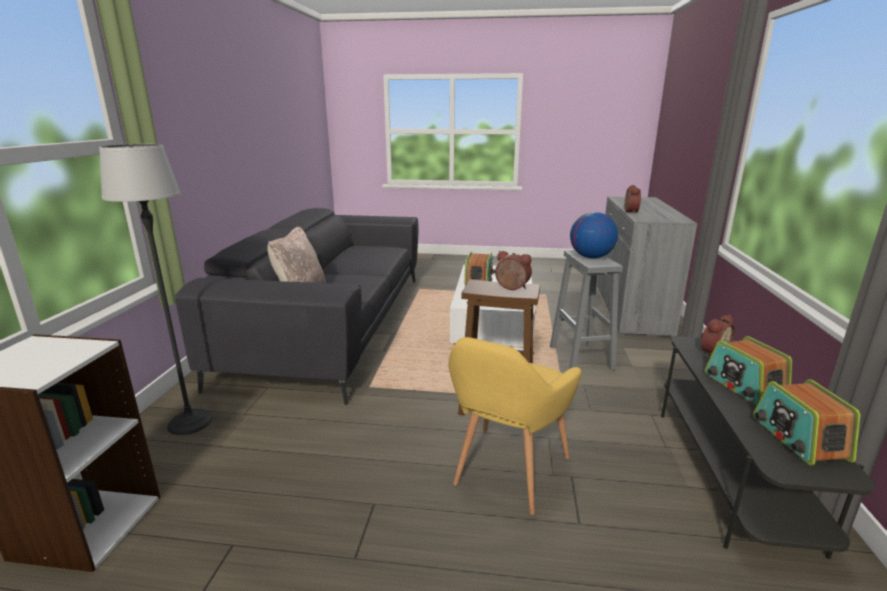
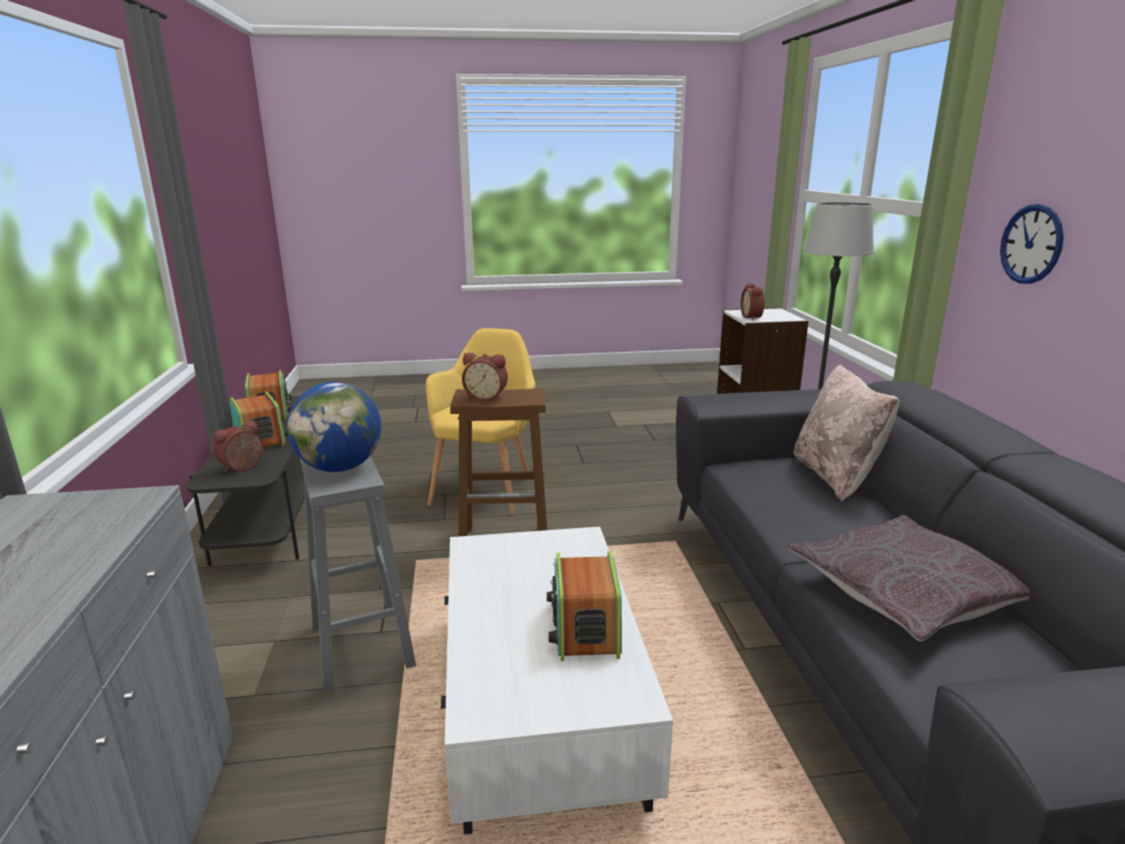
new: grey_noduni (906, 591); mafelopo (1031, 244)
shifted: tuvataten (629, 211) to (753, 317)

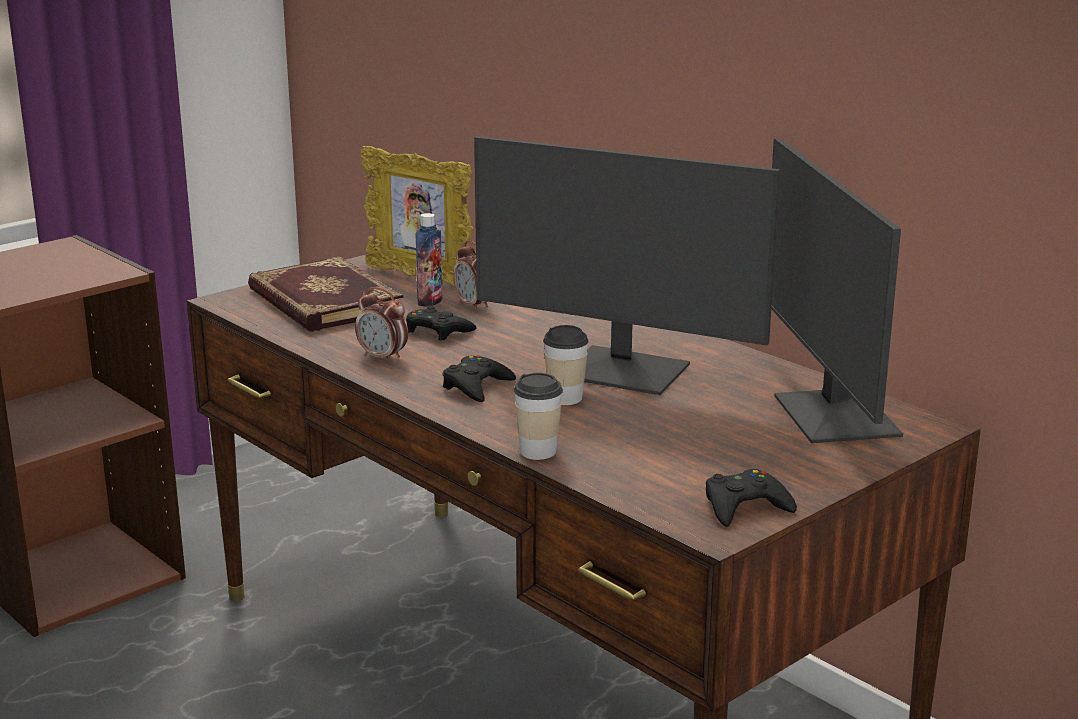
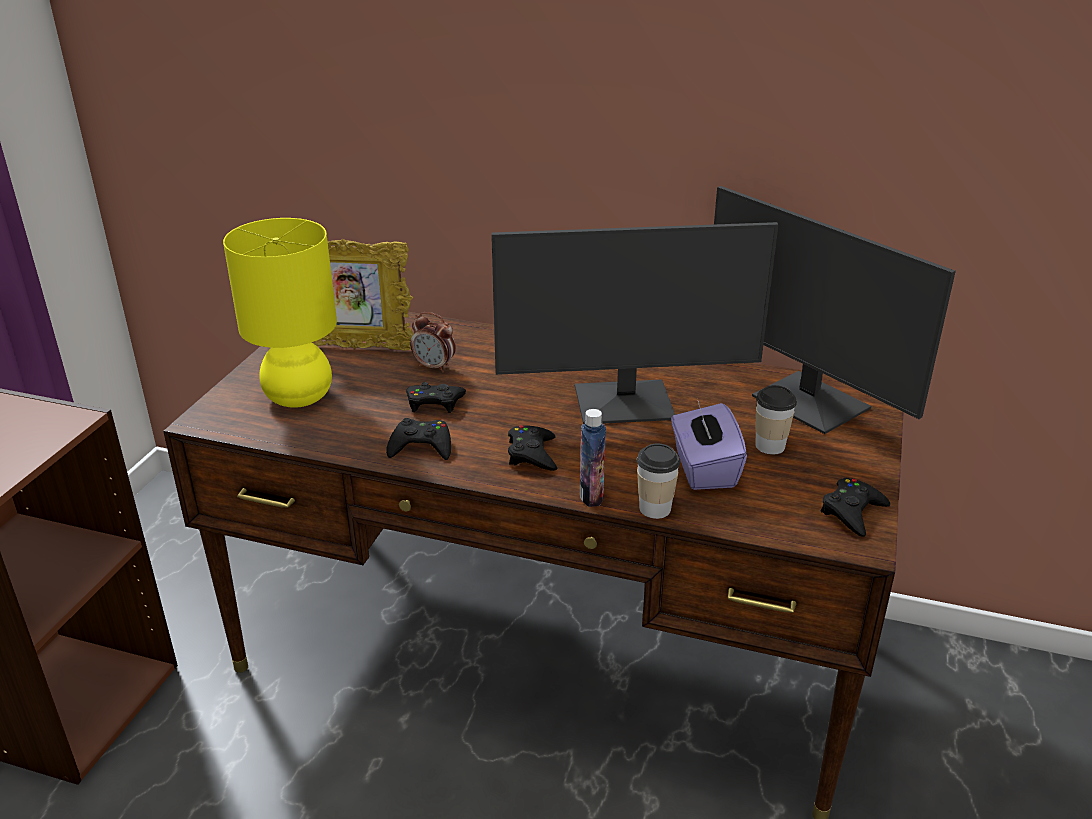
new: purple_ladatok (703, 469)
shifted: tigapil (430, 301) to (591, 496); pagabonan (565, 398) to (770, 446)
swapped: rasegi (322, 302) to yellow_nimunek (297, 397); tuvataten (383, 358) to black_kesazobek (421, 446)

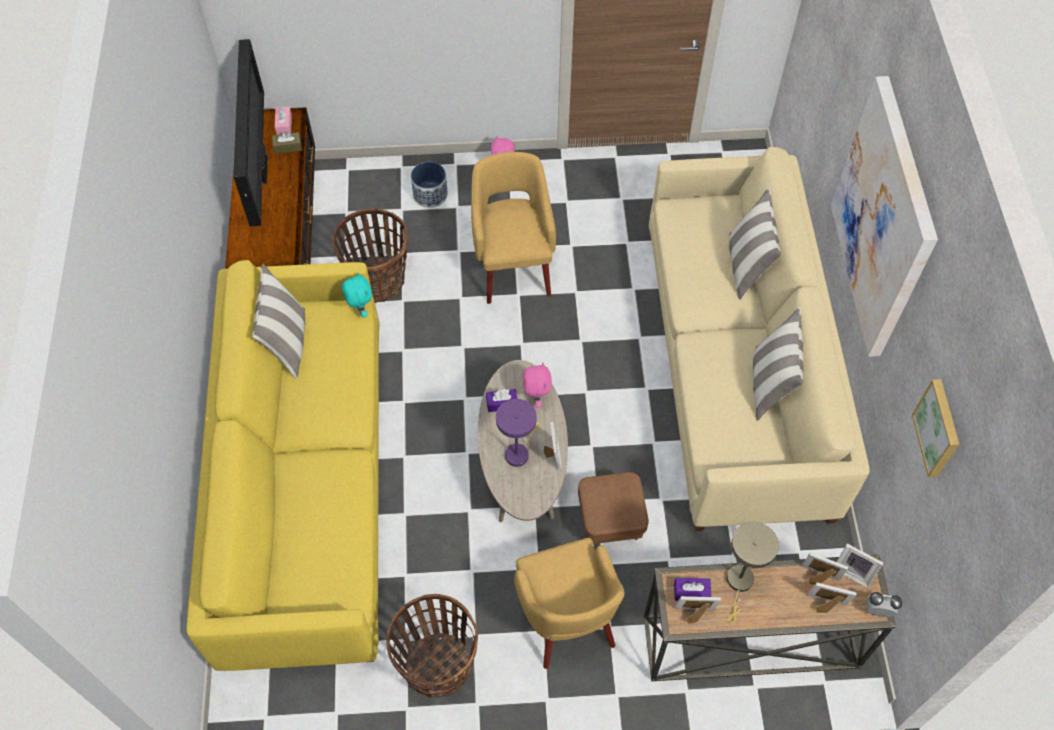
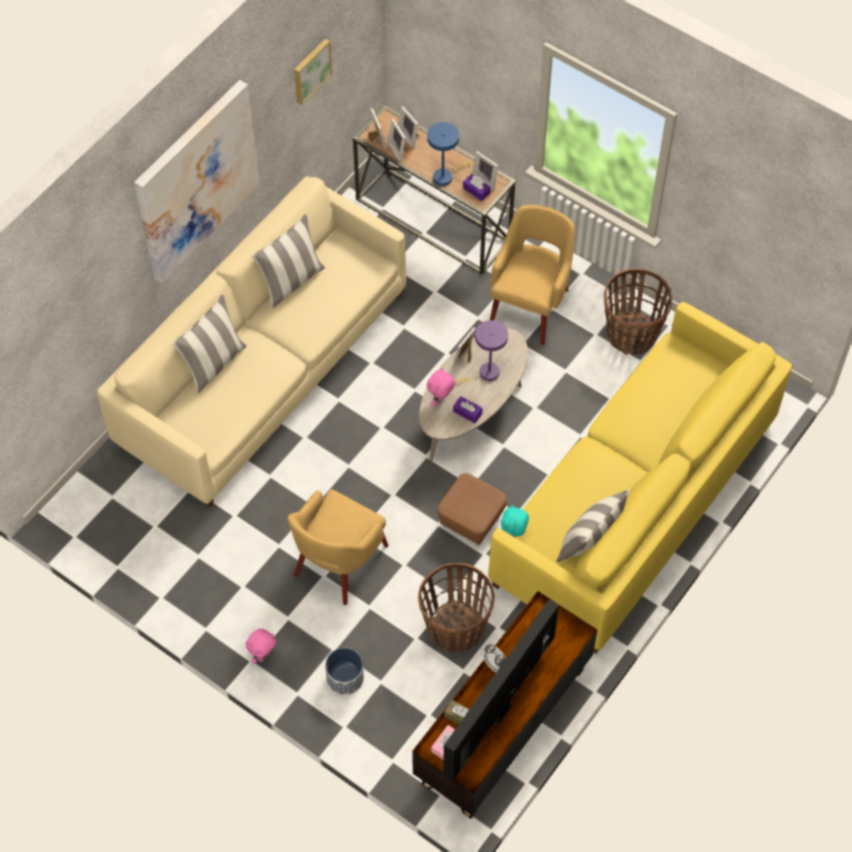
shifted: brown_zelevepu (610, 519) to (471, 520); tuvataten (878, 611) to (494, 664)
repainted: beige_nimunek (739, 584) to blue_nimunek (445, 176)

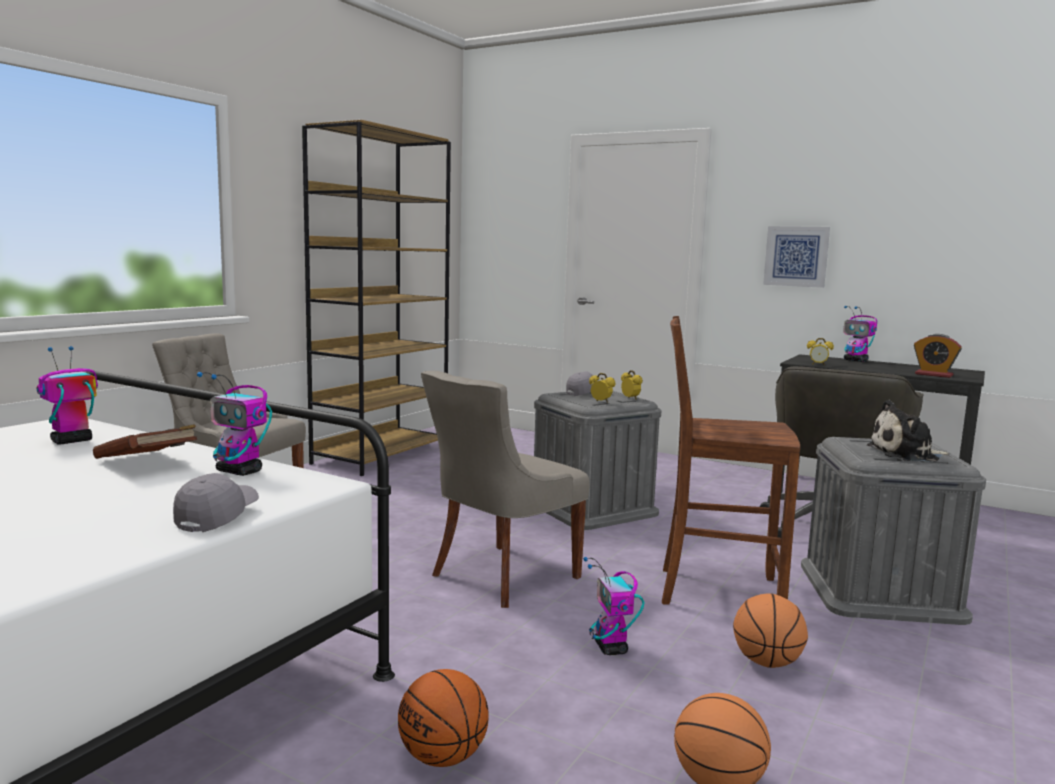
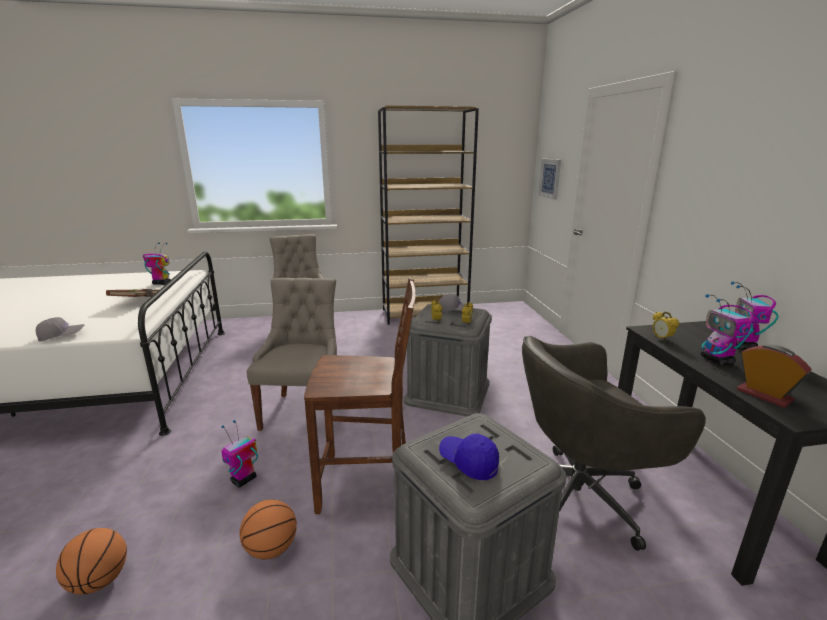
gone: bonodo (443, 757)
shifted: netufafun (240, 471) to (717, 361); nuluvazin (796, 256) to (550, 178)
swapped: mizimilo (906, 454) to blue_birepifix (468, 462)
rotated: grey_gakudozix (501, 576) = (304, 411) 90 degrees clockwise; brown_gakudozix (716, 591) = (367, 487) 120 degrees clockwise; tuvataten (933, 375) = (764, 395) 150 degrees clockwise

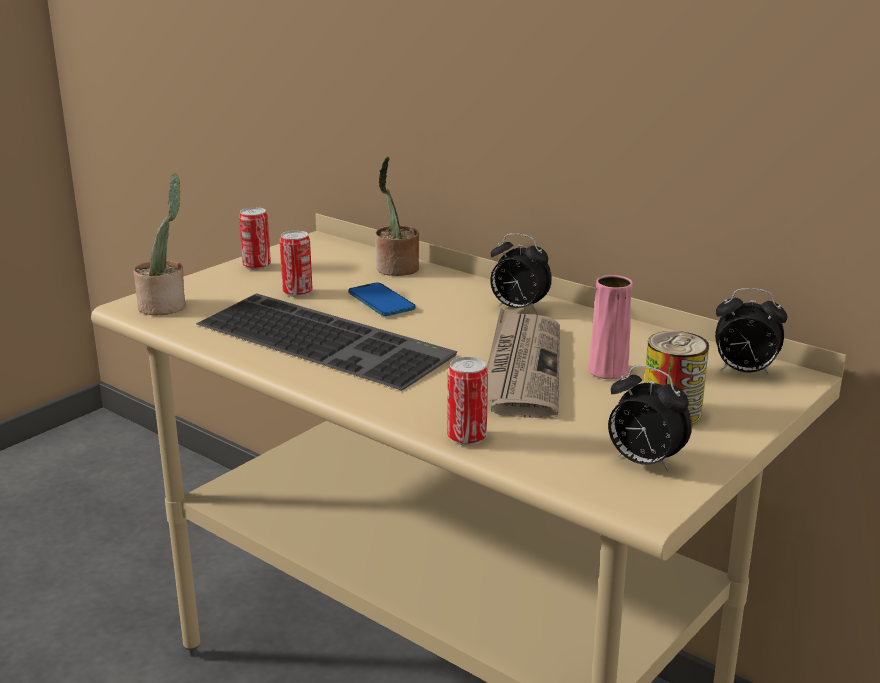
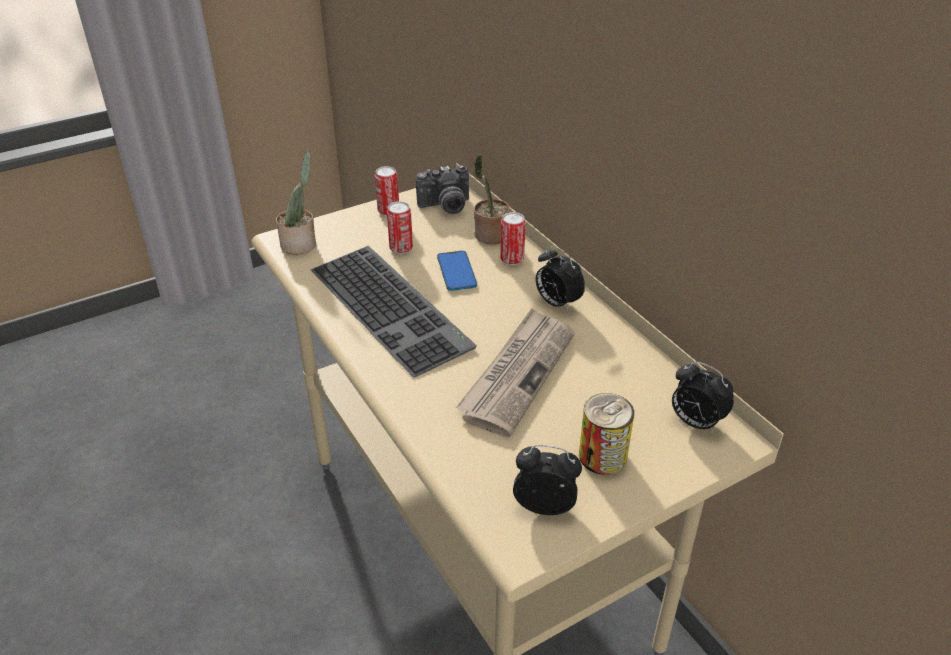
gone: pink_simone (608, 371)
new: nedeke (445, 207)
shifted: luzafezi (467, 437) to (512, 259)
rotated: tuvataten (643, 462) = (545, 505) 135 degrees clockwise

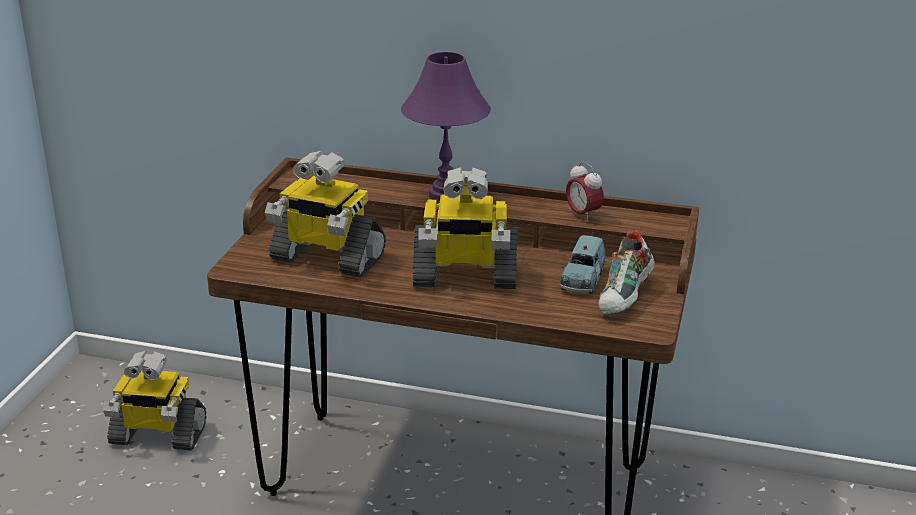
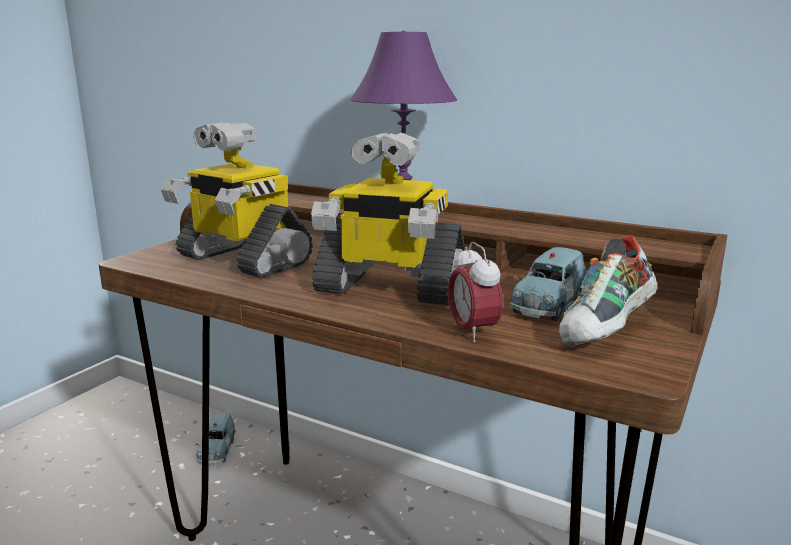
gone: netufafun (157, 435)
new: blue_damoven (216, 451)
shifted: tuvataten (583, 215) to (472, 332)

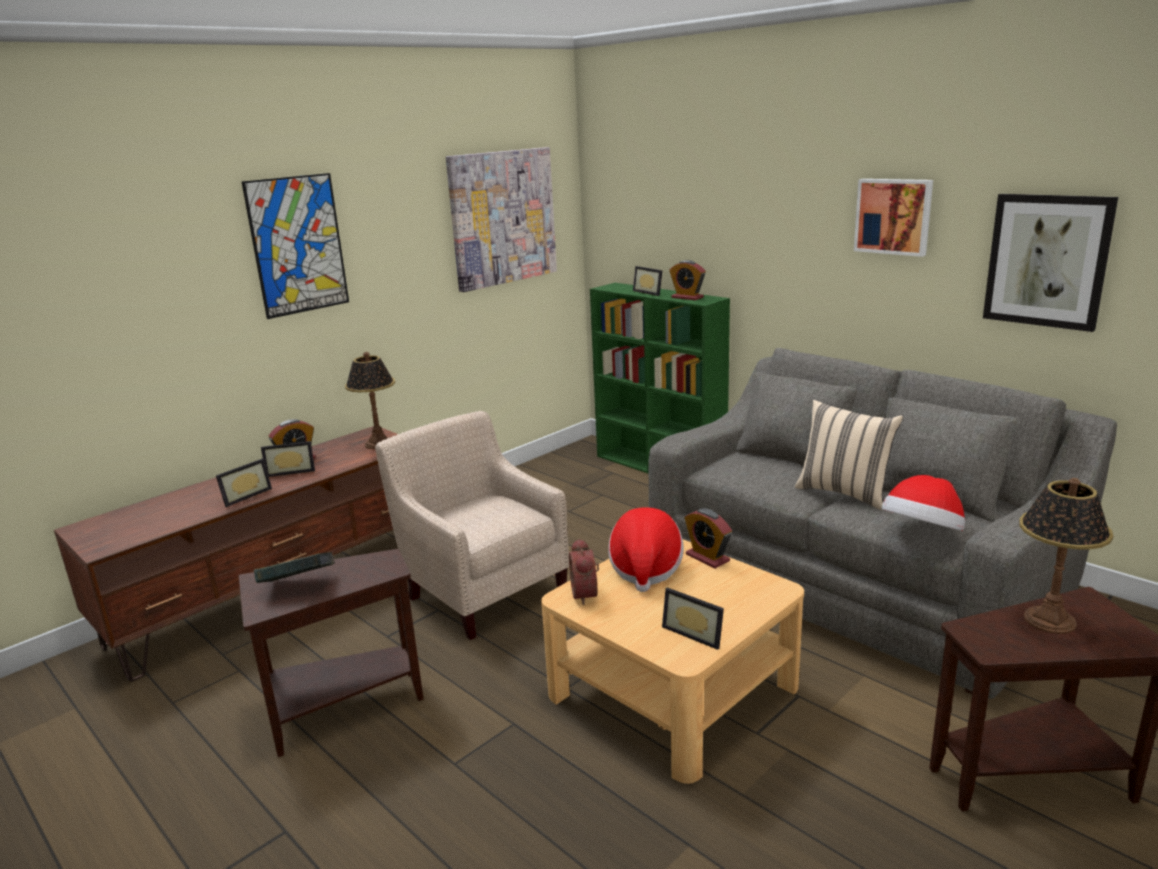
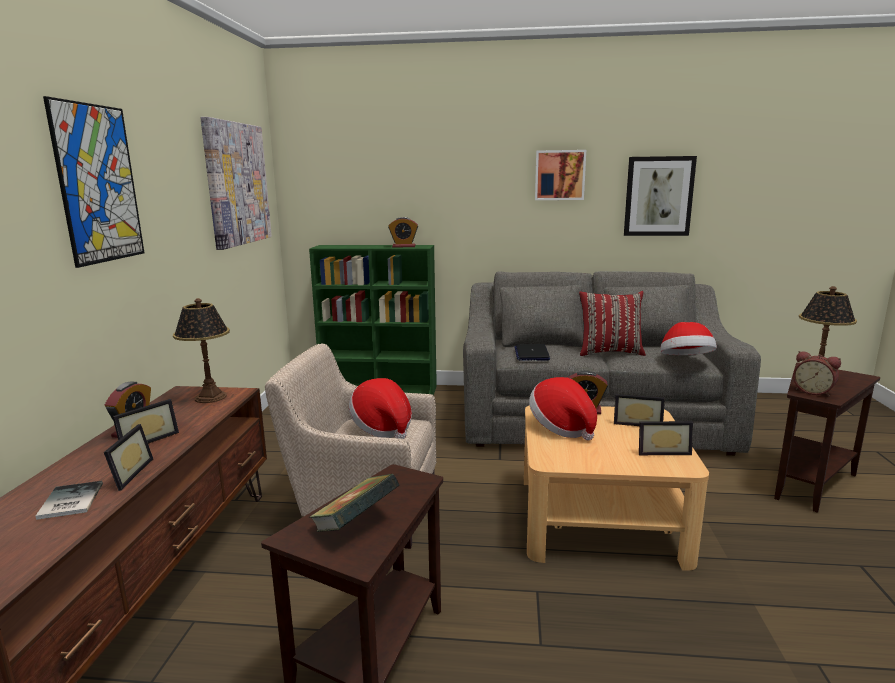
new: rasegi (68, 502); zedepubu (382, 428); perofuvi (531, 353)
shifted: tuvataten (587, 594) to (813, 391); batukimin (650, 292) to (637, 423)
repainted: beige_noduni (844, 492) to red_noduni (609, 352)

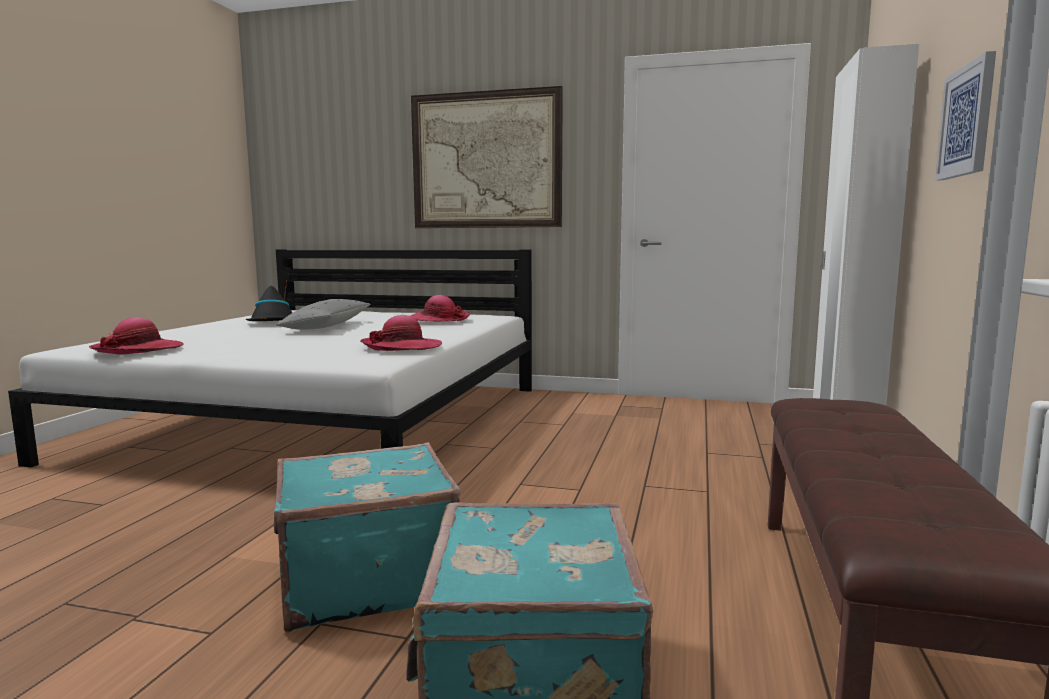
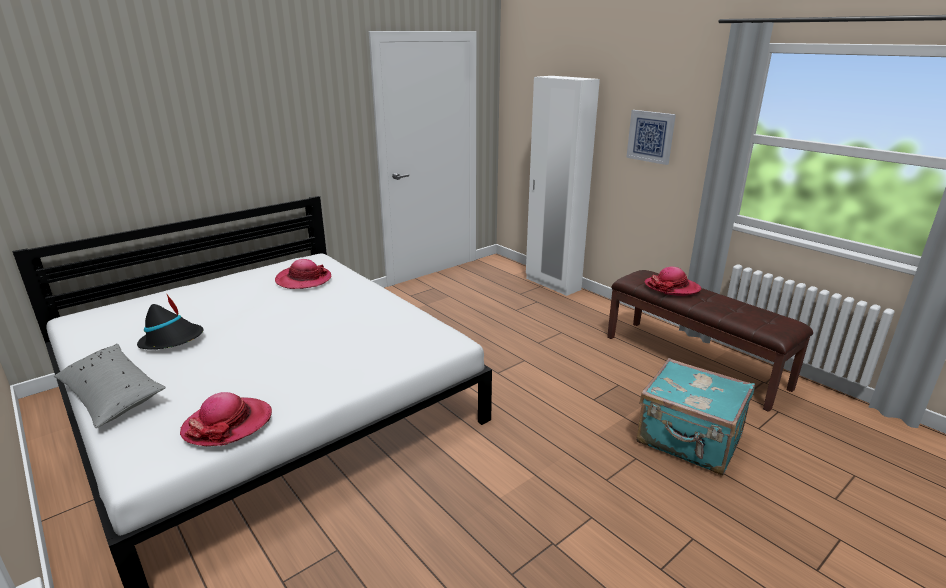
gone: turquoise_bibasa (365, 579); nuluvazin (486, 160)
shifted: grey_noduni (327, 326) to (112, 394); zedepubu (402, 347) to (672, 287)

